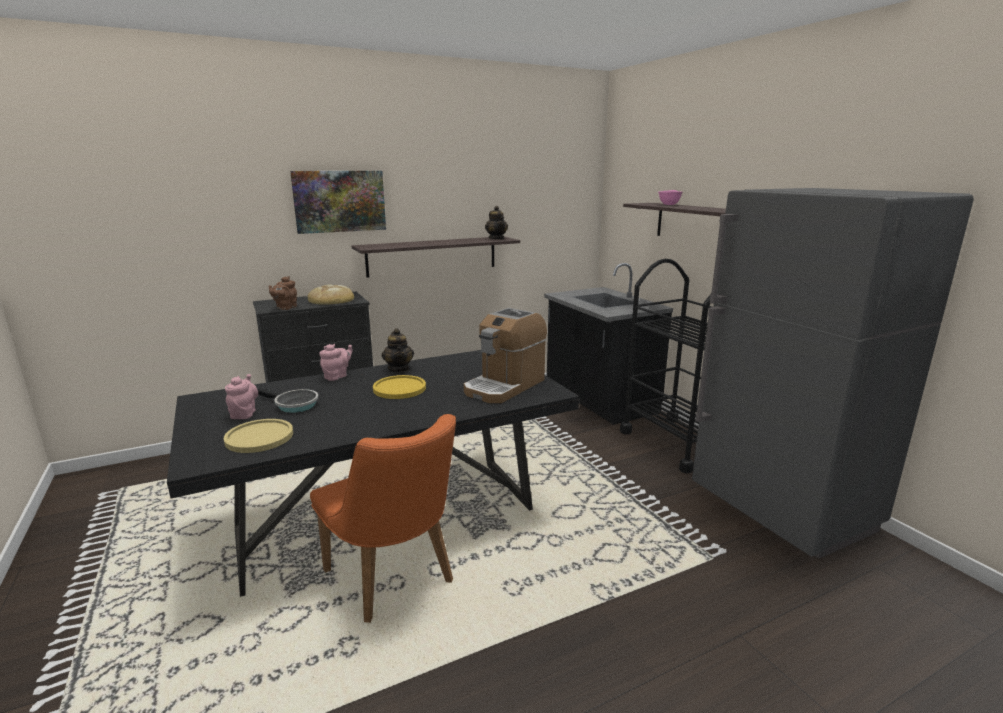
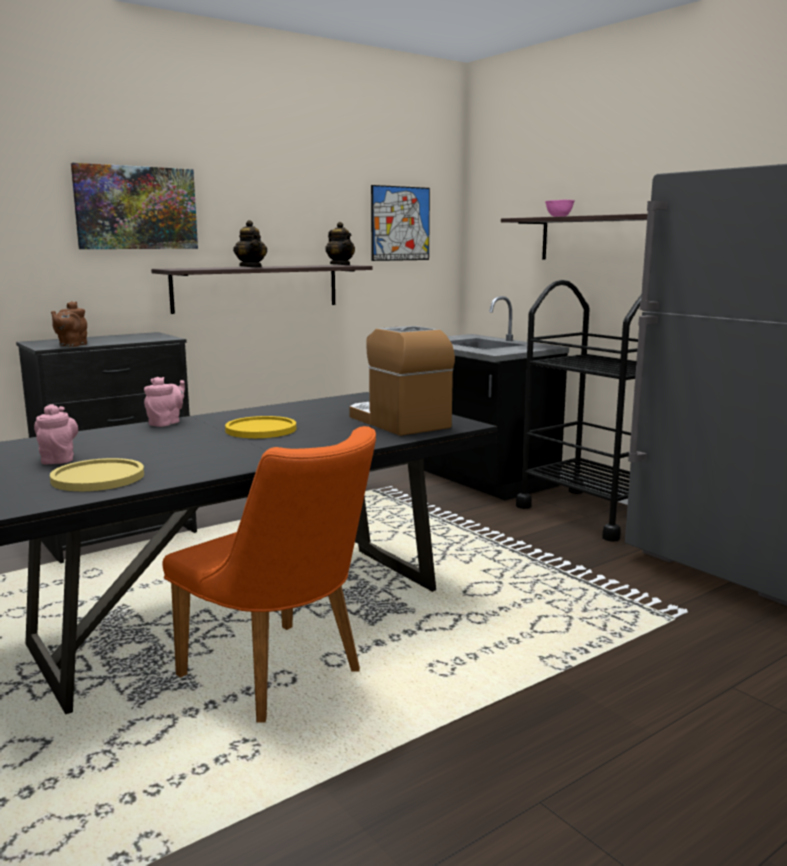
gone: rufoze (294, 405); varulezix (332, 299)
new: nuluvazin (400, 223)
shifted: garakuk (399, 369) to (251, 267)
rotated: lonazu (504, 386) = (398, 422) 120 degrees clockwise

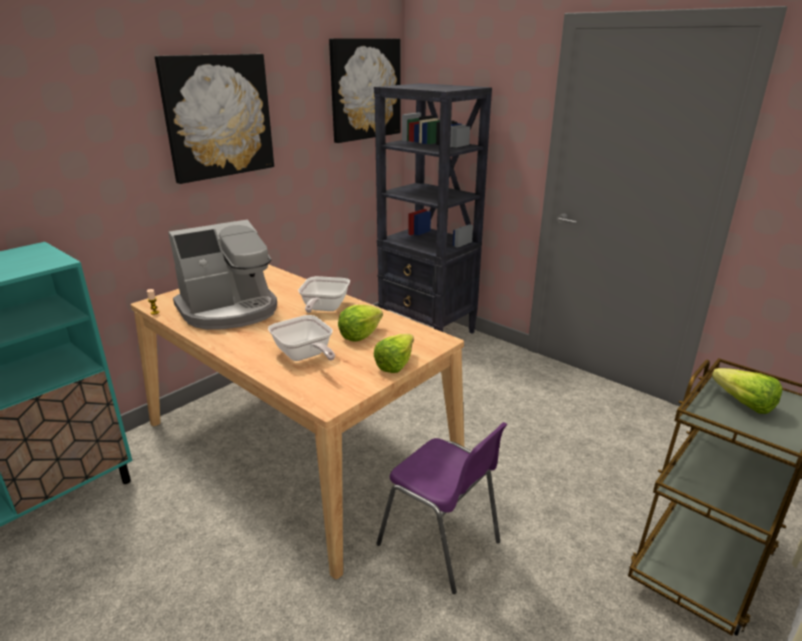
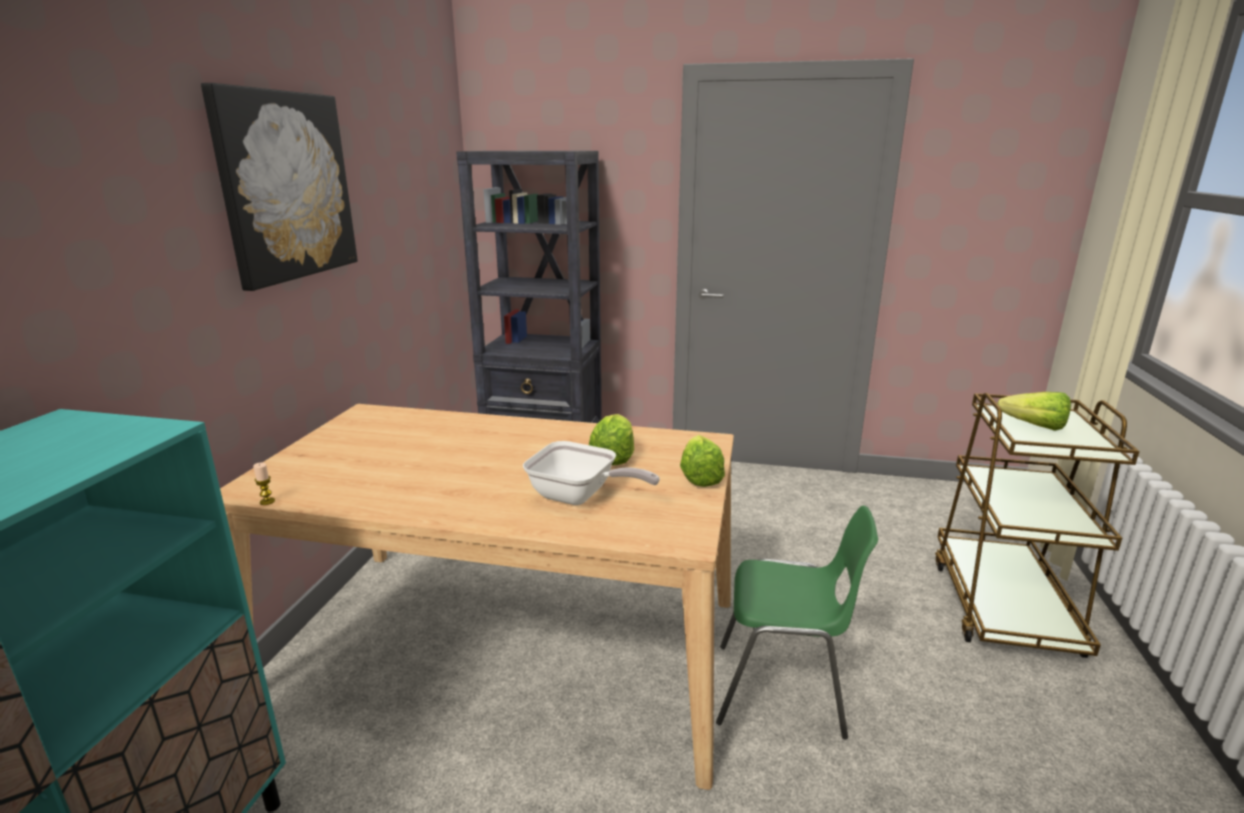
gone: lonazu (230, 310); rufoze (323, 309); nuluvazin (365, 89)
repainted: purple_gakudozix (441, 544) to green_gakudozix (783, 692)

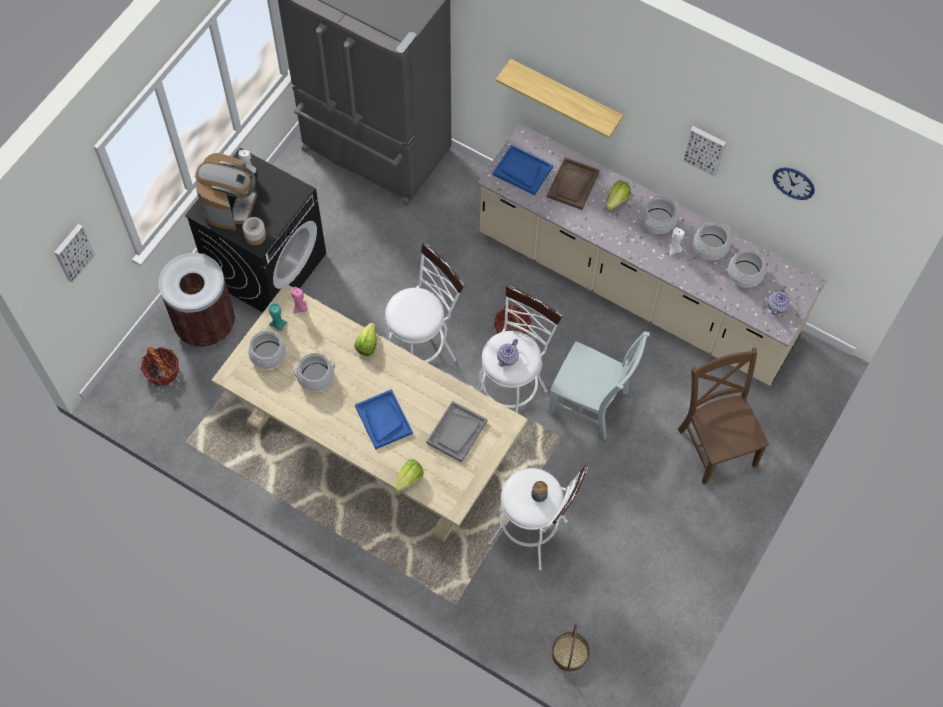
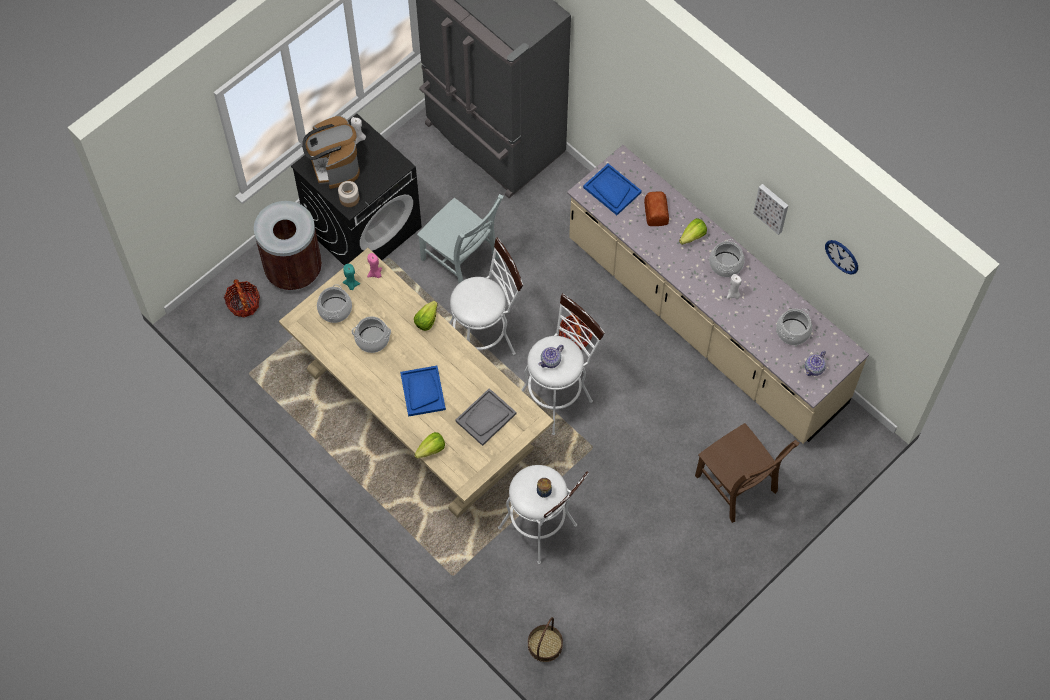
gone: nuluvazin (72, 252); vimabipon (565, 96); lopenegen (710, 246)
shifted: grey_gakudozix (591, 404) to (462, 261)
swapped: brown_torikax (573, 185) to varulezix (655, 213)
rotated: lonazu (231, 205) = (334, 166) 135 degrees clockwise; brown_gakudozix (716, 444) = (737, 487) 150 degrees clockwise

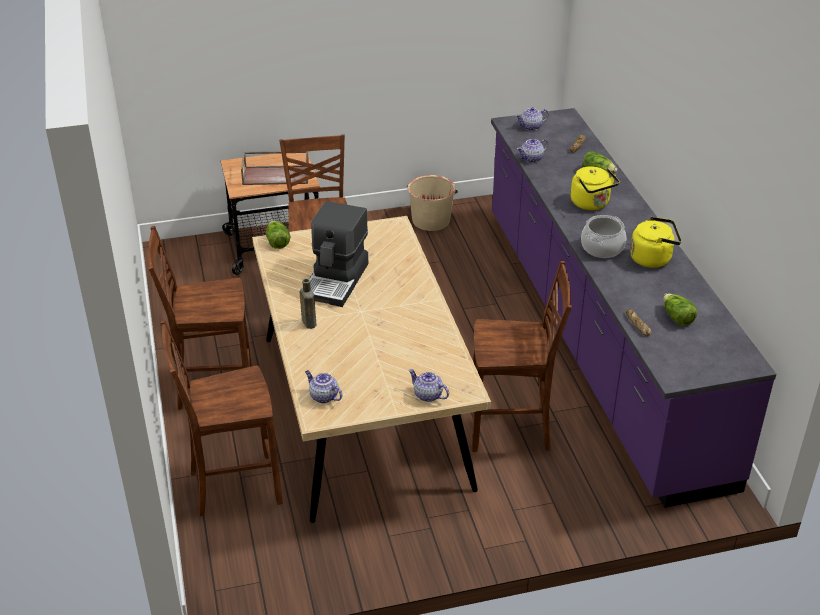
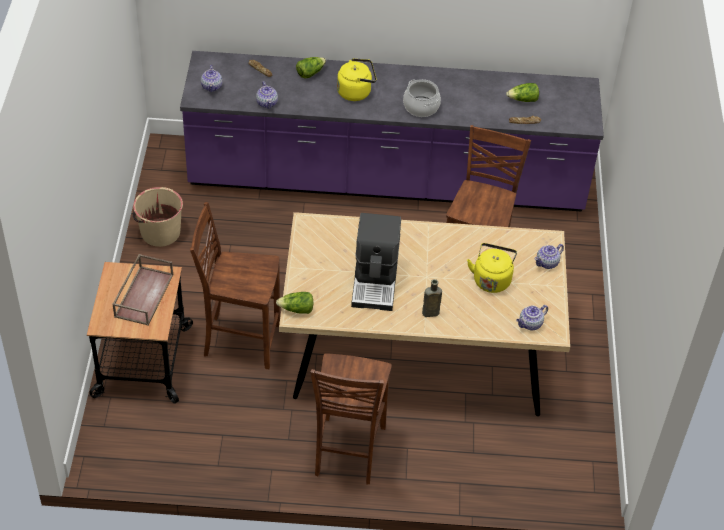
gone: brown_gakudozix (233, 486)
shifted: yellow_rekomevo (653, 258) to (491, 279)
rotated: lonazu (336, 280) = (376, 282) 60 degrees clockwise

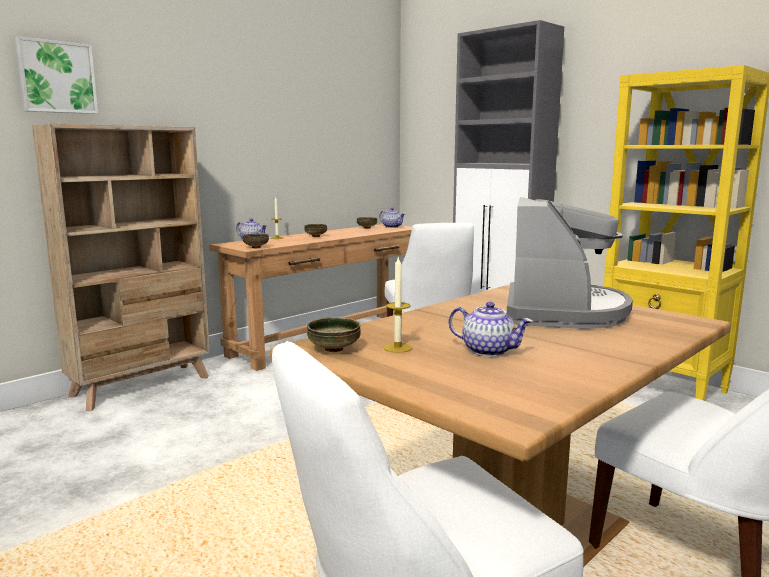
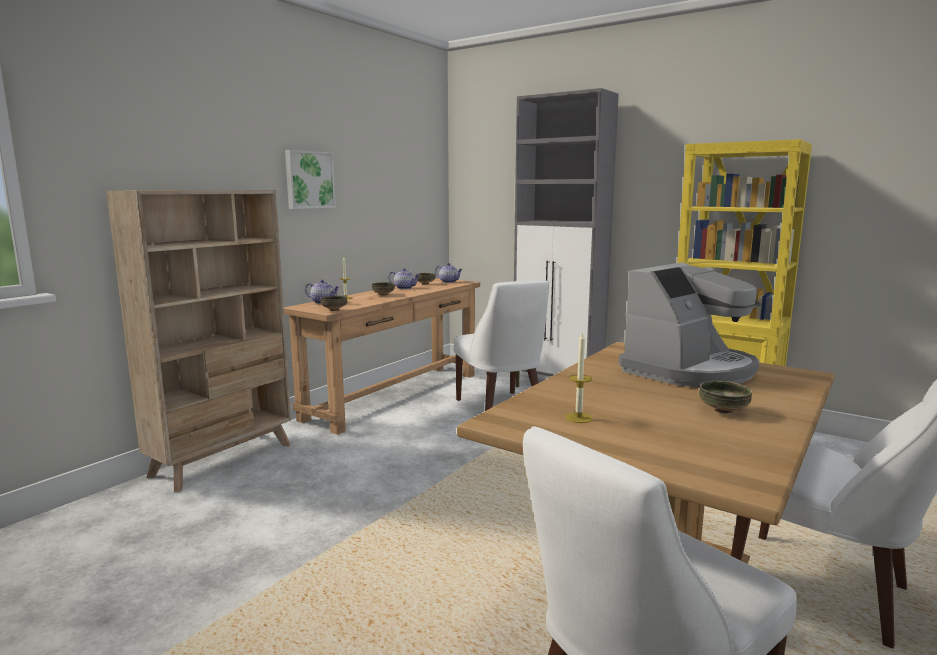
shifted: nuluvazin (57, 77) to (309, 180); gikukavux (334, 349) to (723, 410); garakuk (488, 351) to (404, 288)
rotated: lonazu (563, 312) = (689, 370) 45 degrees clockwise

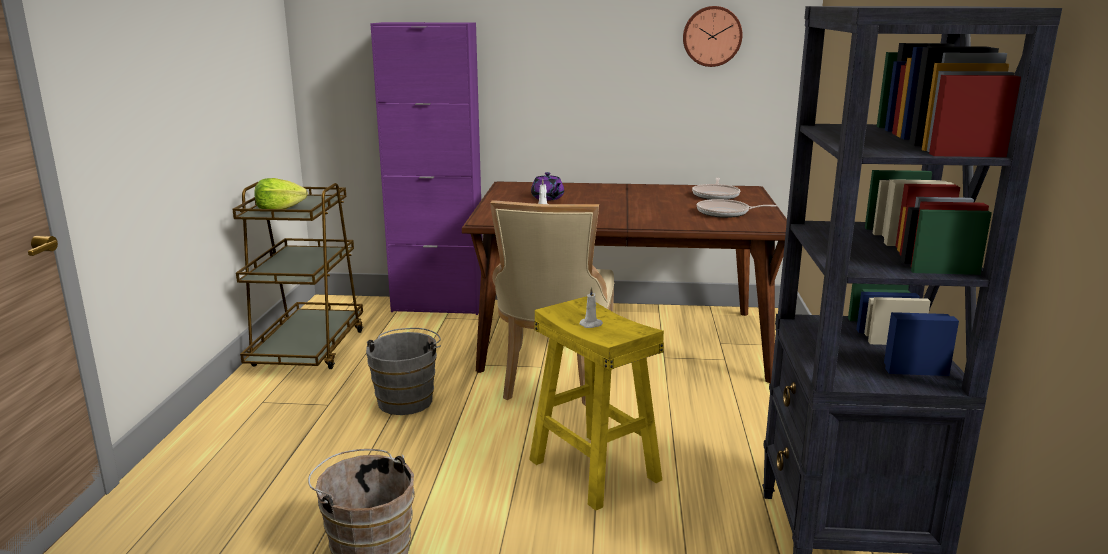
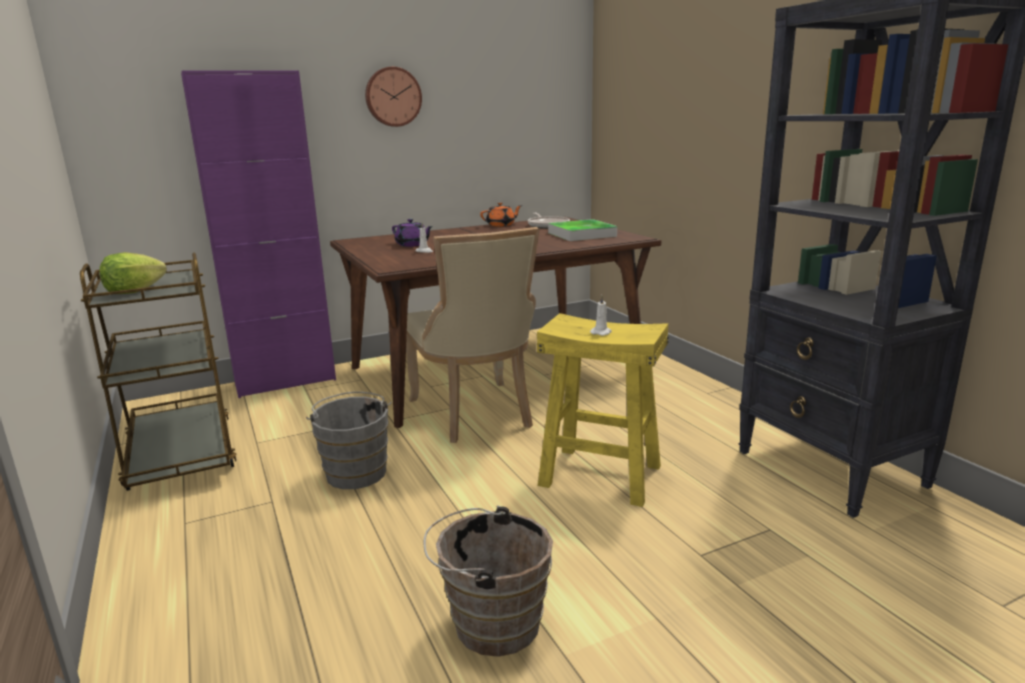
new: orange_garakuk (501, 225)
shifted: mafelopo (712, 36) to (393, 97)
swapped: rufoze (725, 213) to torikax (581, 234)

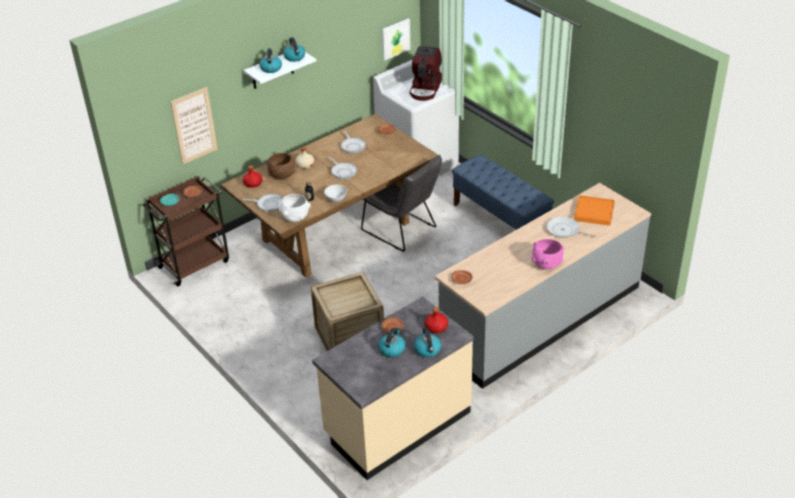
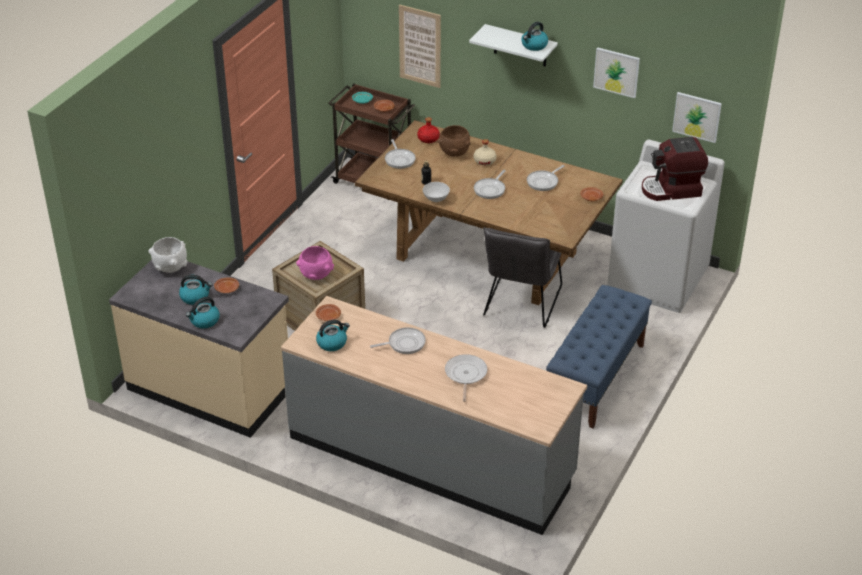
gone: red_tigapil (436, 327); orange_torikax (594, 212)
new: rufoze (404, 343); nuluvazin (616, 72)
shifted: rekomevo (271, 68) to (332, 343); white_gikukavux (295, 218) to (170, 267); pink_gikukavux (546, 264) to (316, 275)

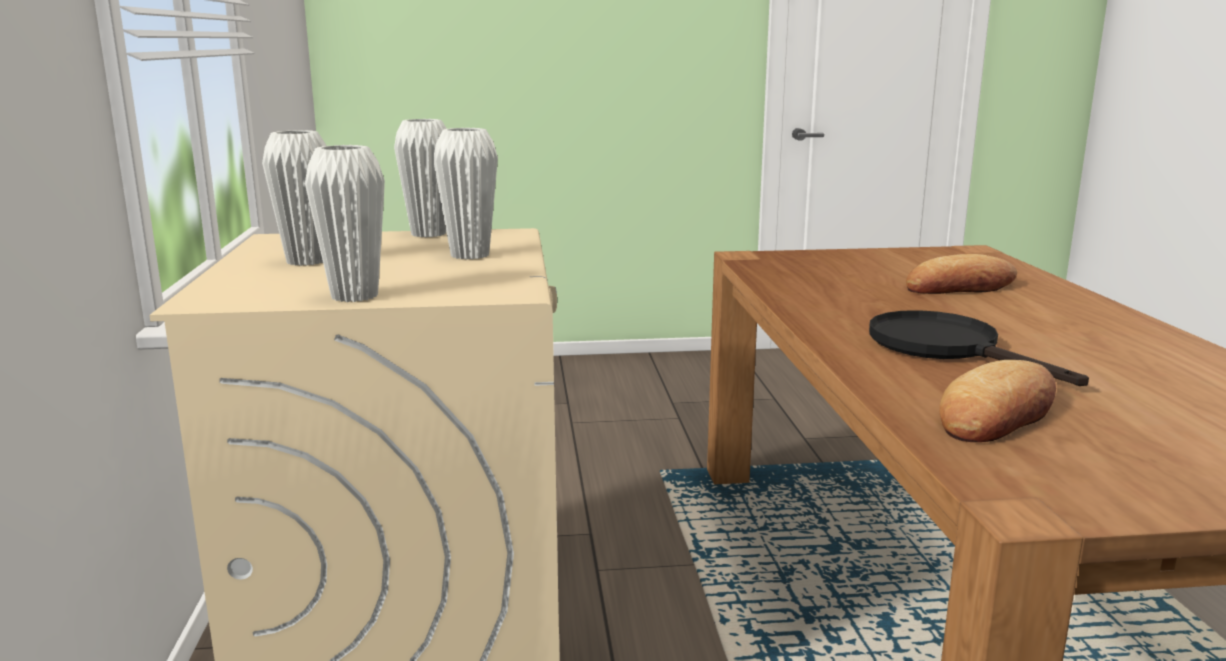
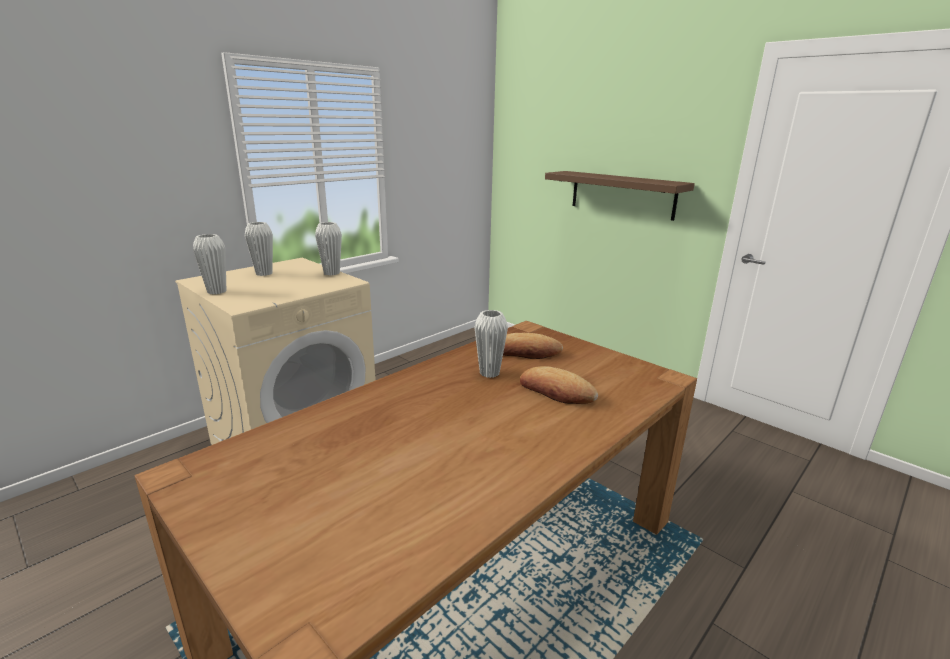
gone: black_rufoze (947, 348)
new: brown_vimabipon (622, 194)
shifted: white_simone (470, 255) to (489, 373); varulezix (997, 415) to (525, 352)

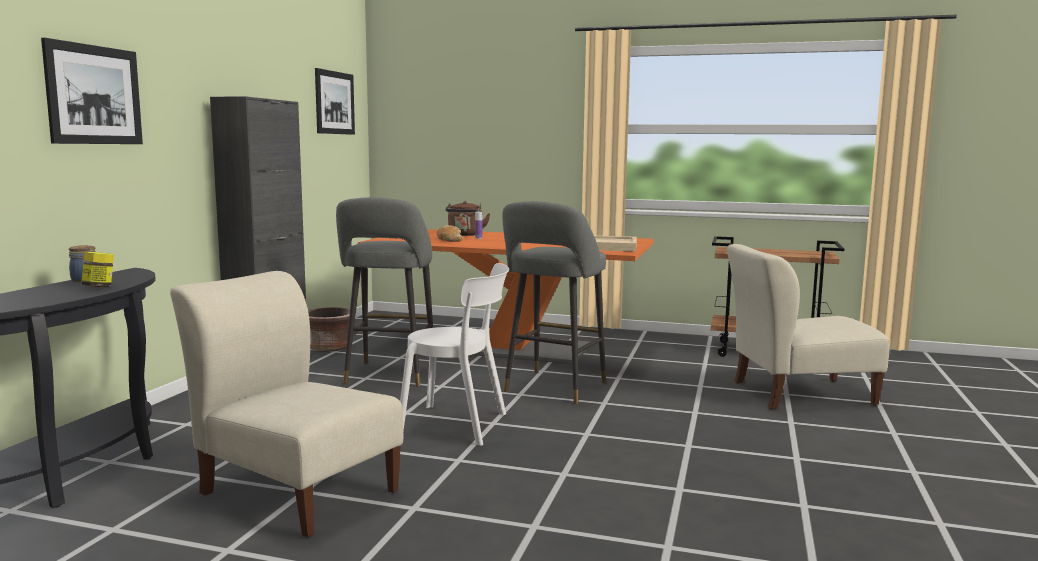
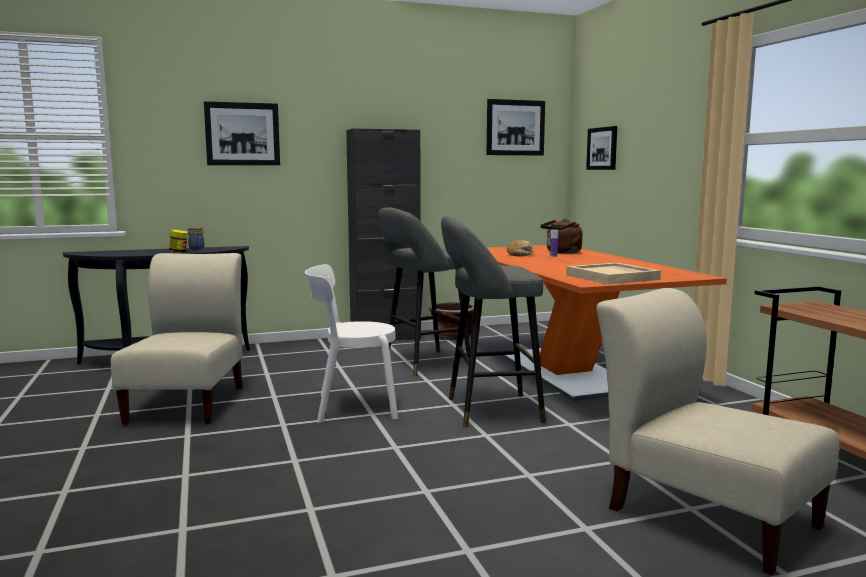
new: nuluvazin (602, 148)
rotated: white_gakudozix (459, 425) = (352, 406) 105 degrees clockwise

